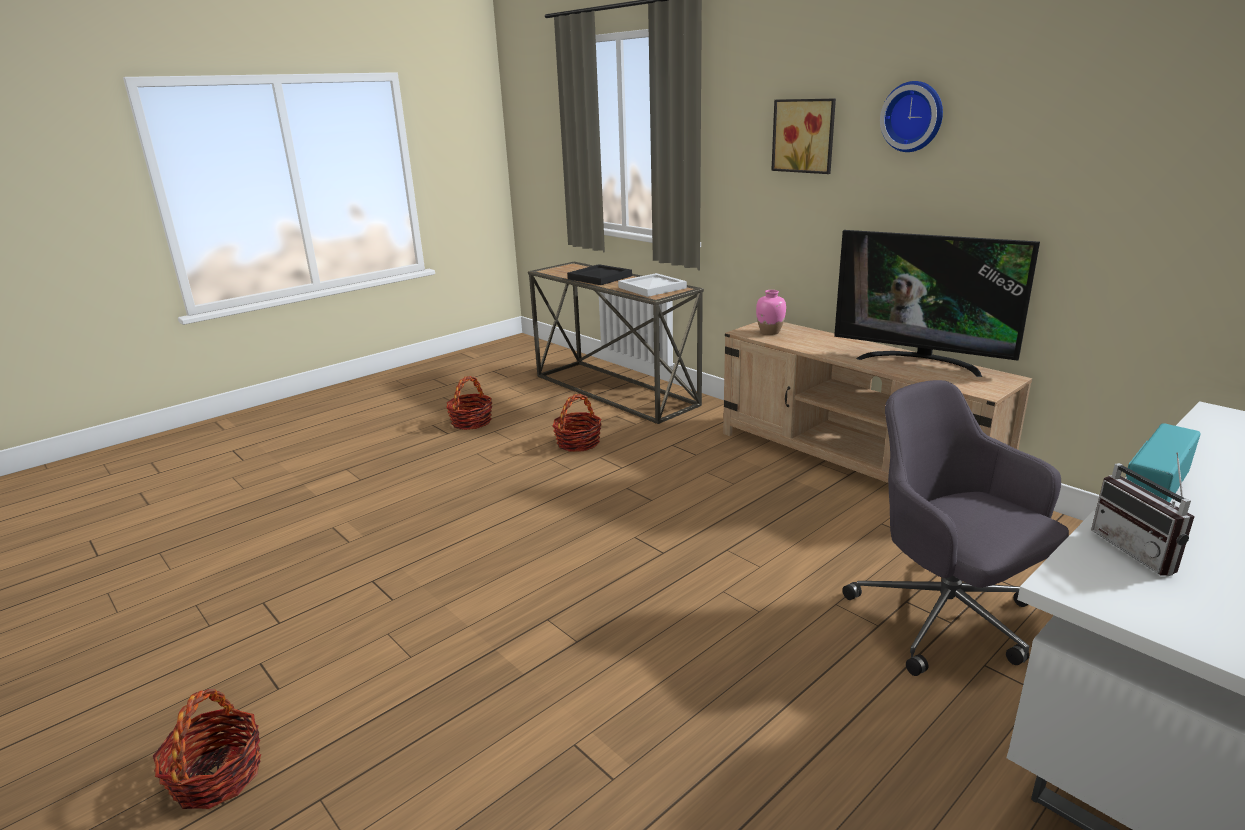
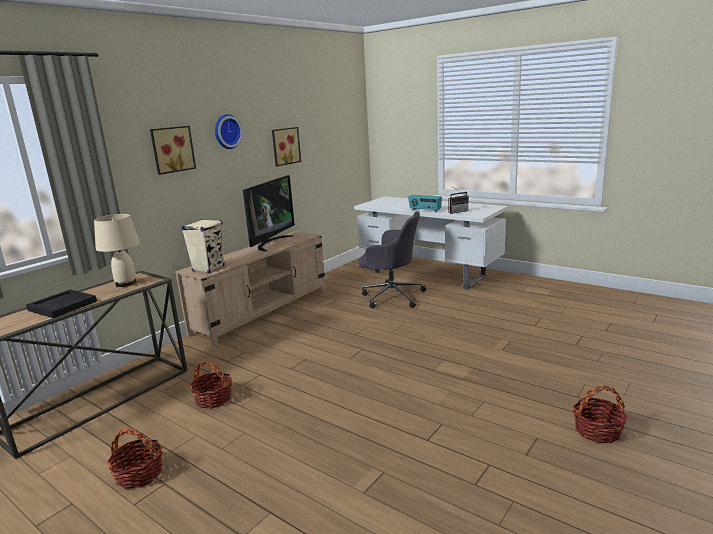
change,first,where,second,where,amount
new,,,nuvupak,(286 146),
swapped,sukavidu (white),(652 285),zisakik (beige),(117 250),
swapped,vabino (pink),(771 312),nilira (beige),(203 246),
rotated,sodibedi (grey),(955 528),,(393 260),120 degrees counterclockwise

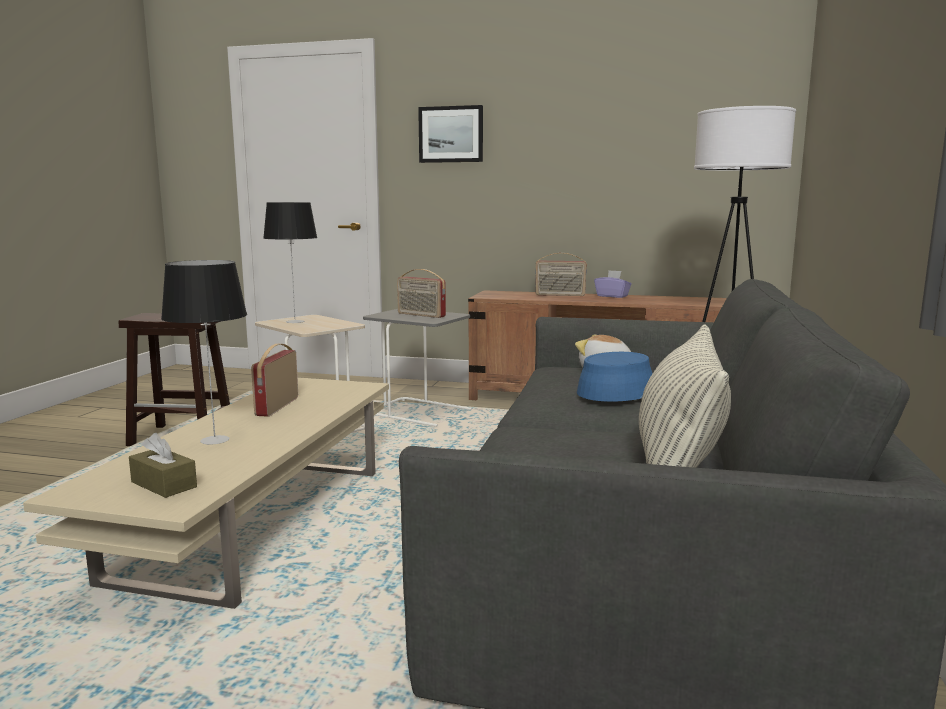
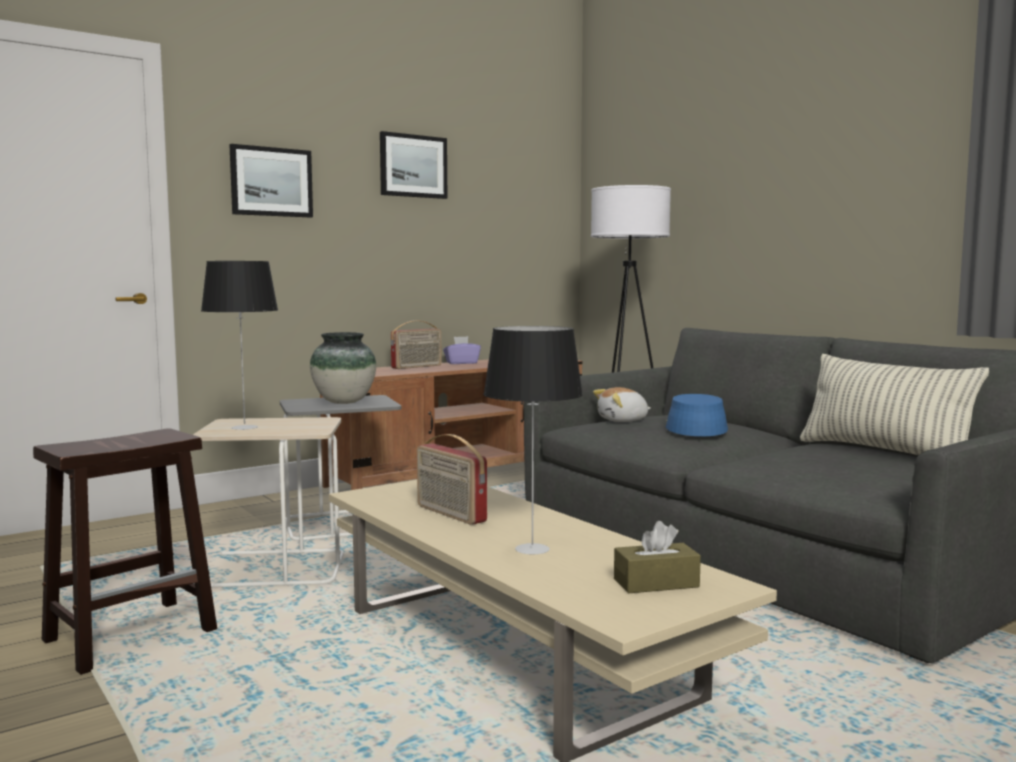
change,first,where,second,where,amount
new,,,nuvupak,(413 165),
swapped,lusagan,(421 293),vabino,(343 368),

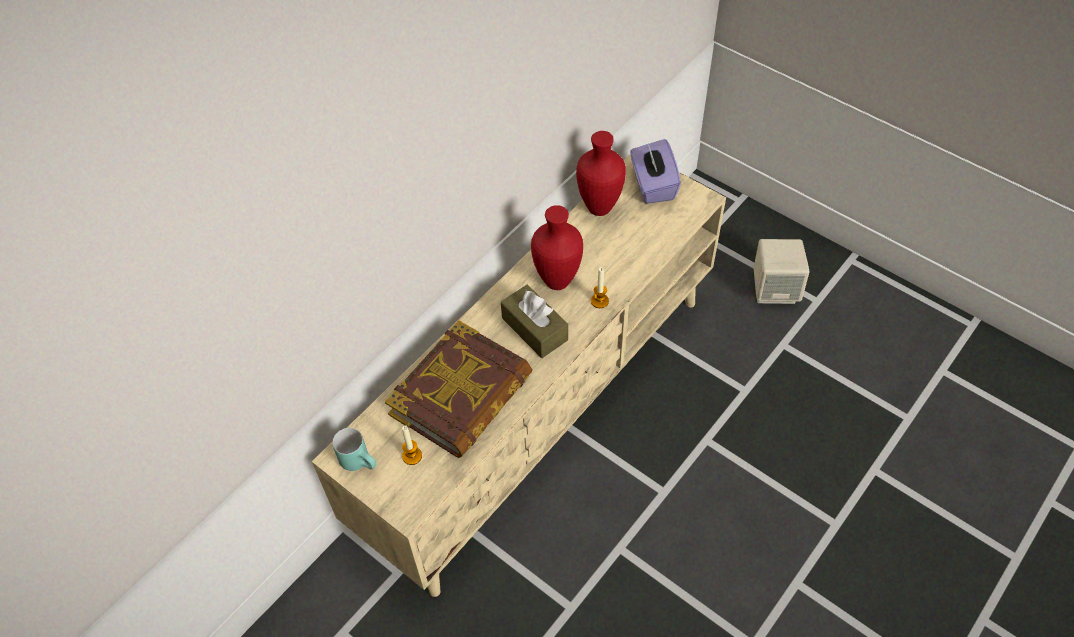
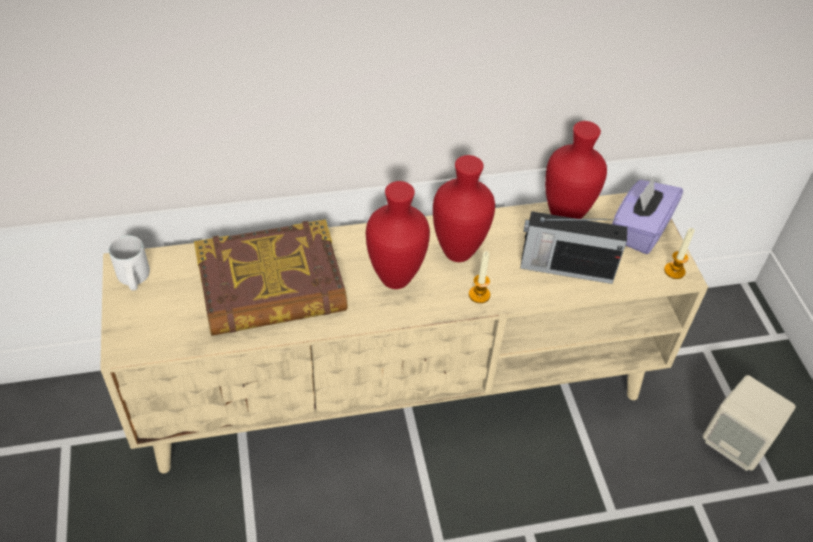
change,first,where,second,where,amount
new,,,lusagan,(573 247),
shifted,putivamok,(412 445),,(679 253),
swapped,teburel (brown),(534 321),vabino (red),(398 235),
repainted,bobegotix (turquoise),(354 449),bobegotix (white),(129 262),

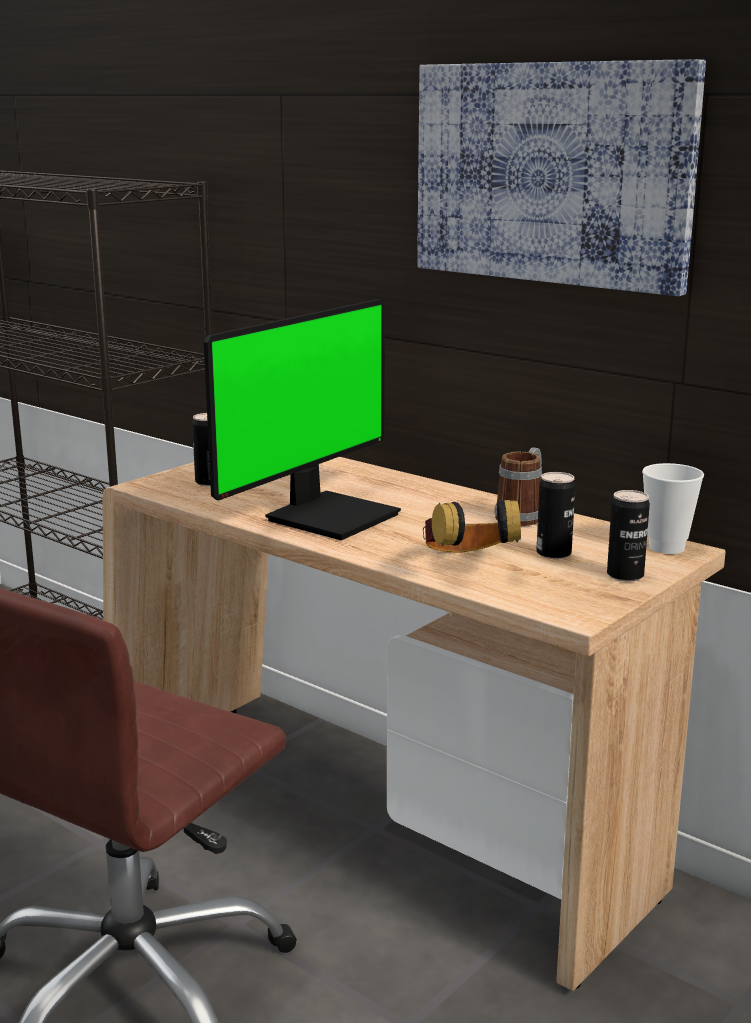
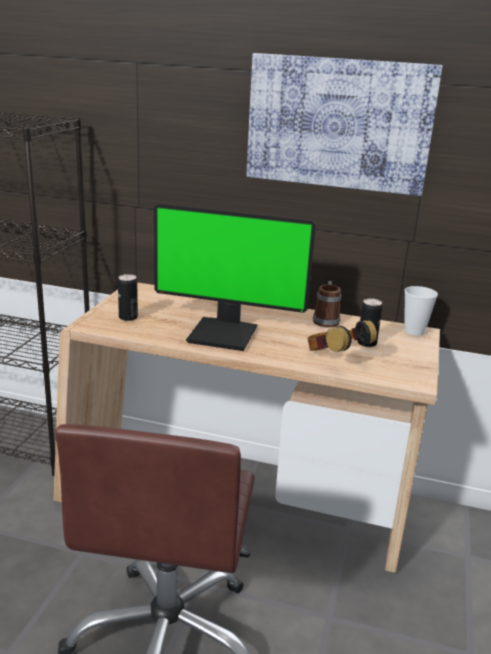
change,first,where,second,where,amount
gone,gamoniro,(628 536),,,
rotated,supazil,(302 419),,(235 277),90 degrees clockwise

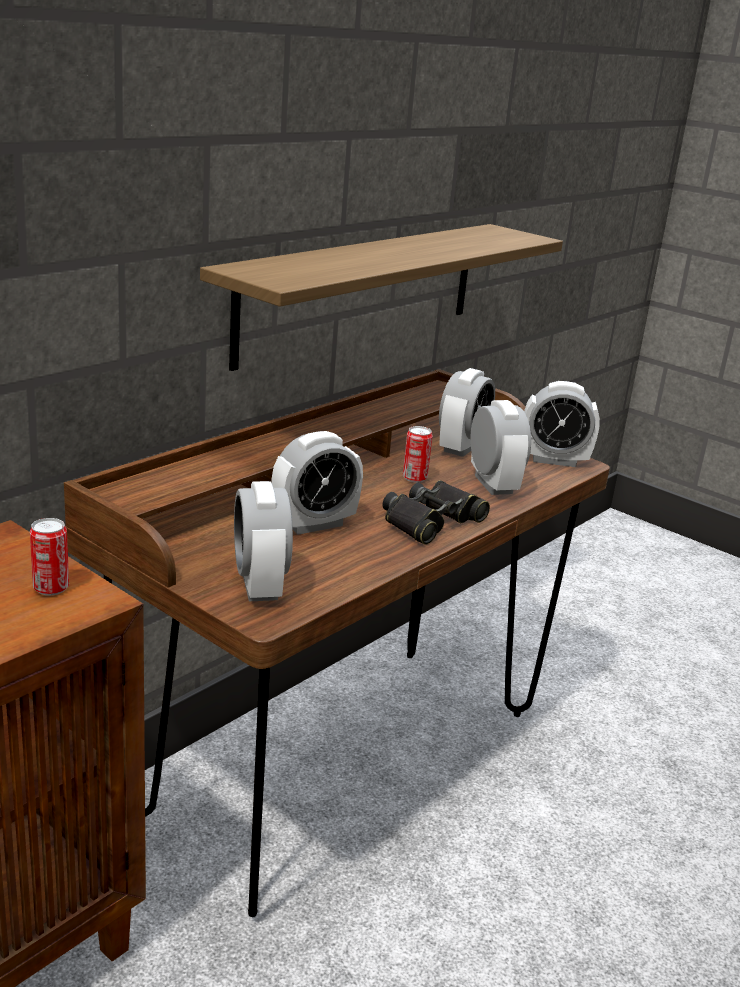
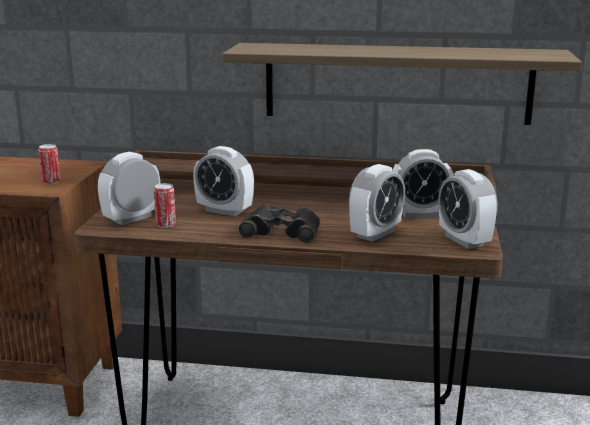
change,first,where,second,where,amount
shifted,gamoniro,(418 454),,(165 205),

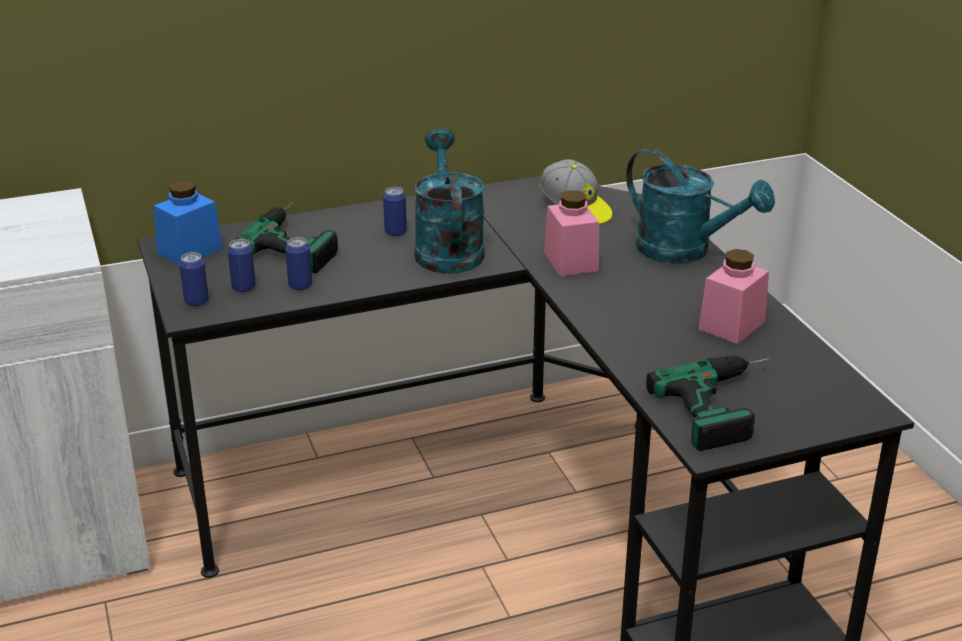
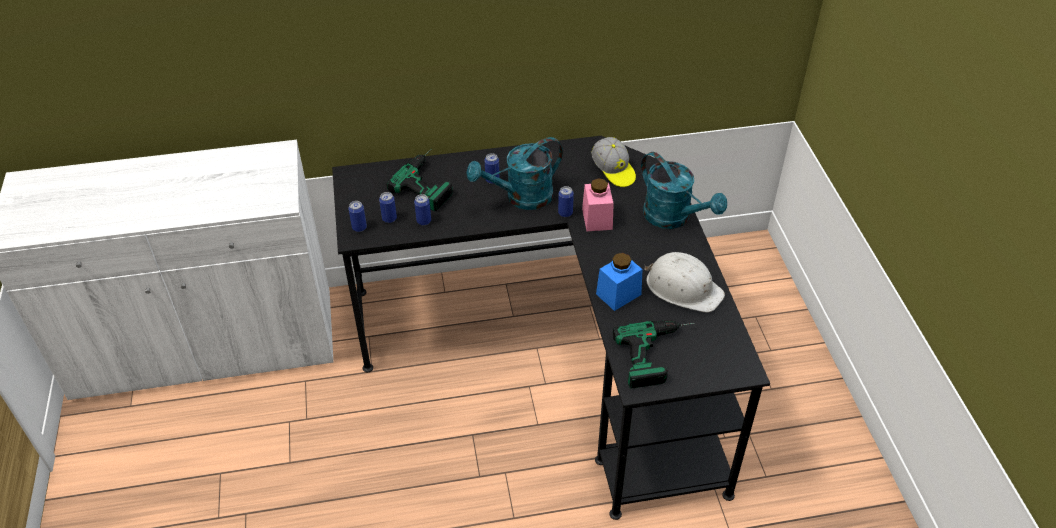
change,first,where,second,where,amount
new,,,gamoniro,(566 201),
shifted,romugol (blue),(188 222),,(619 282),
swapped,romugol (pink),(734 296),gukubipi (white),(684 282),
rotated,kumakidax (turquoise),(449 201),,(514 173),120 degrees counterclockwise

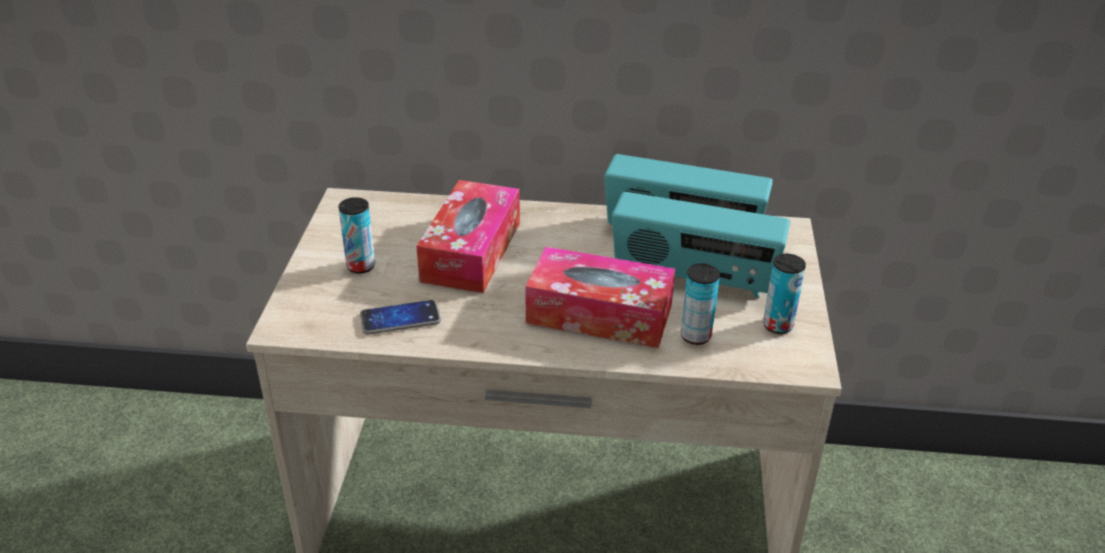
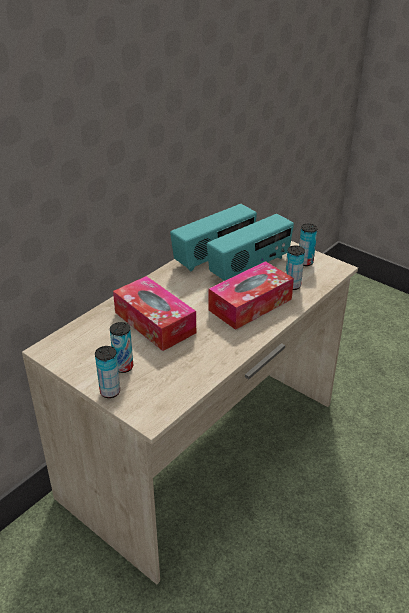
change,first,where,second,where,amount
gone,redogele,(400 317),,,
new,,,gamoniro,(107 372),

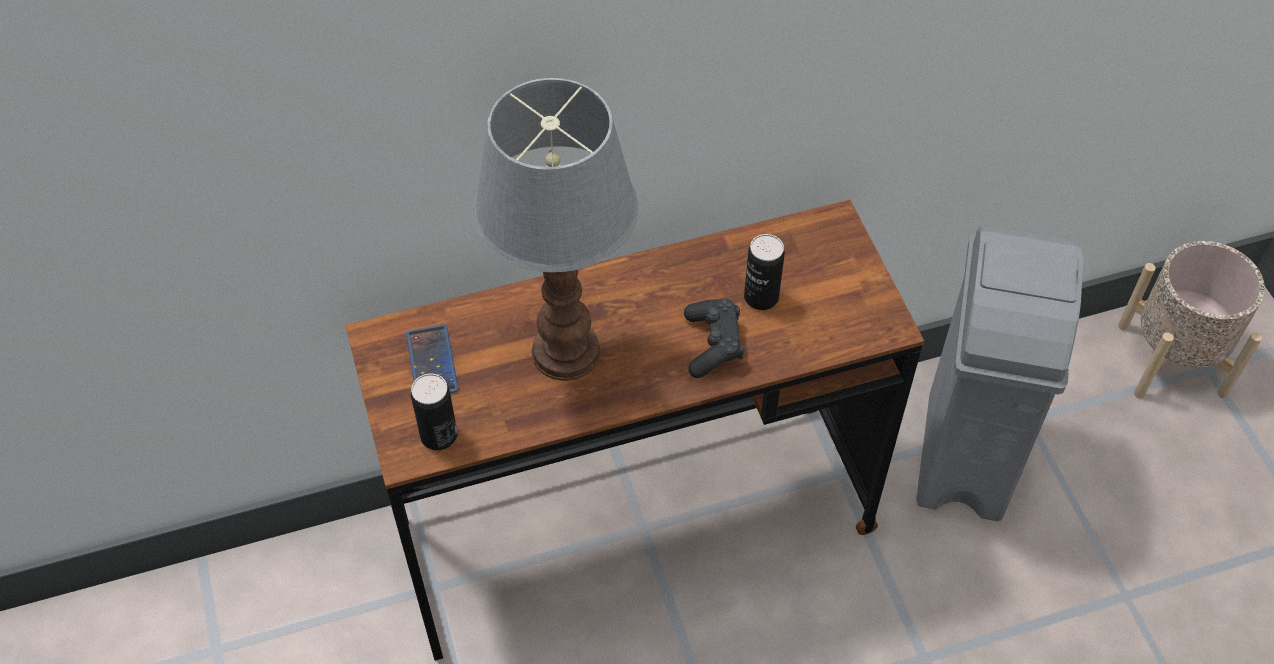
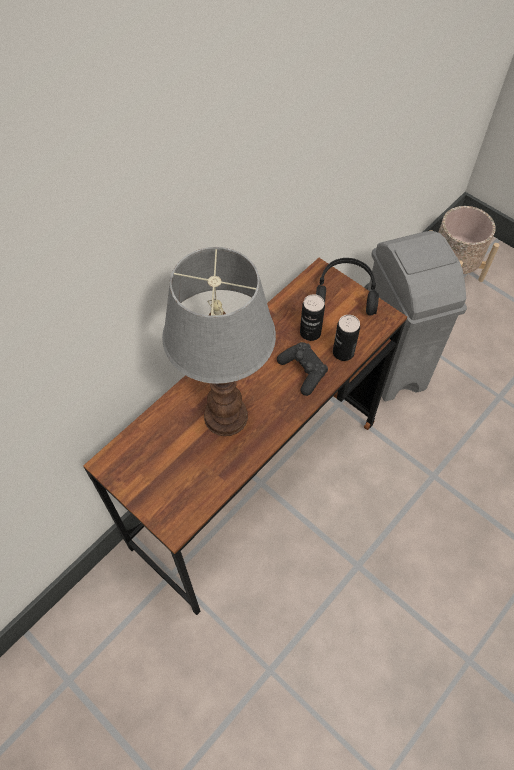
change,first,where,second,where,amount
gone,redogele,(432 359),,,
new,,,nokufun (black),(347 286),
shifted,gamoniro,(434 411),,(346 338),

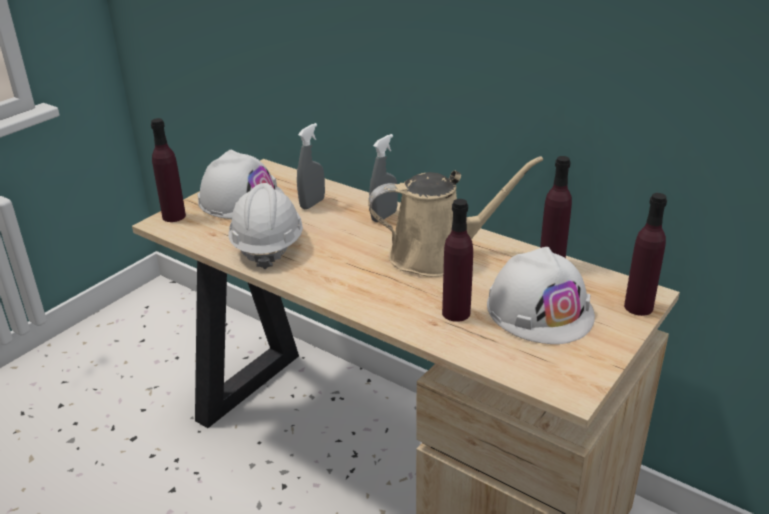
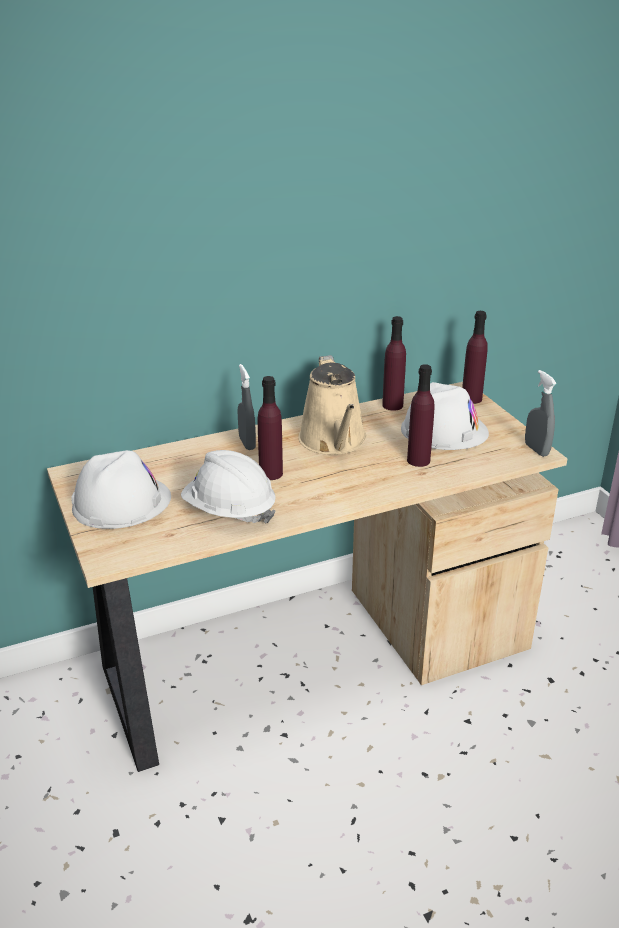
change,first,where,second,where,amount
shifted,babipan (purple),(168 170),,(270 428),
shifted,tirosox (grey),(311 166),,(541 413),
rotated,kumakidax (beige),(455 216),,(332 405),150 degrees clockwise

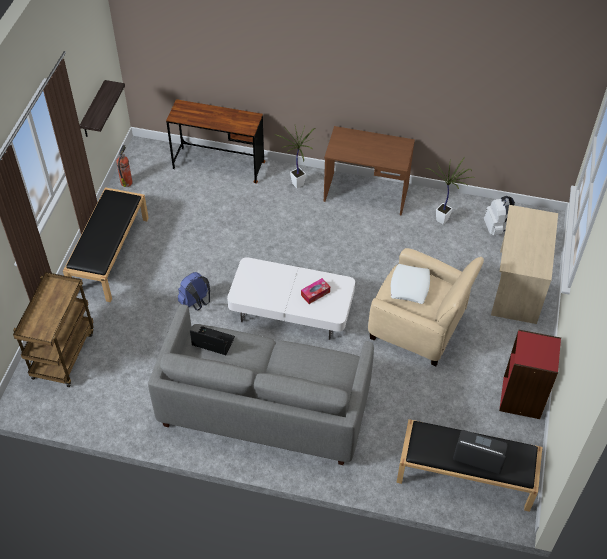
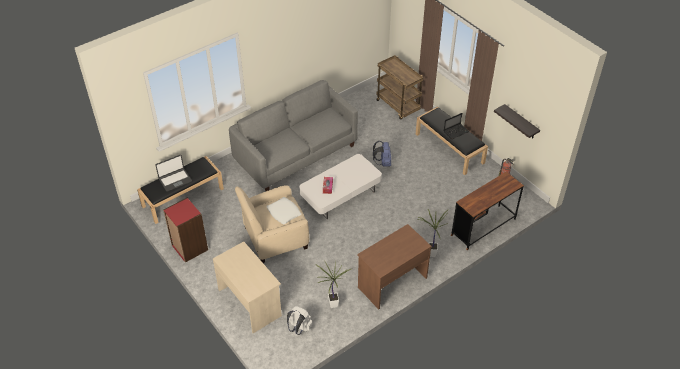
change,first,where,second,where,amount
shifted,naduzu,(212 340),,(456 126),

